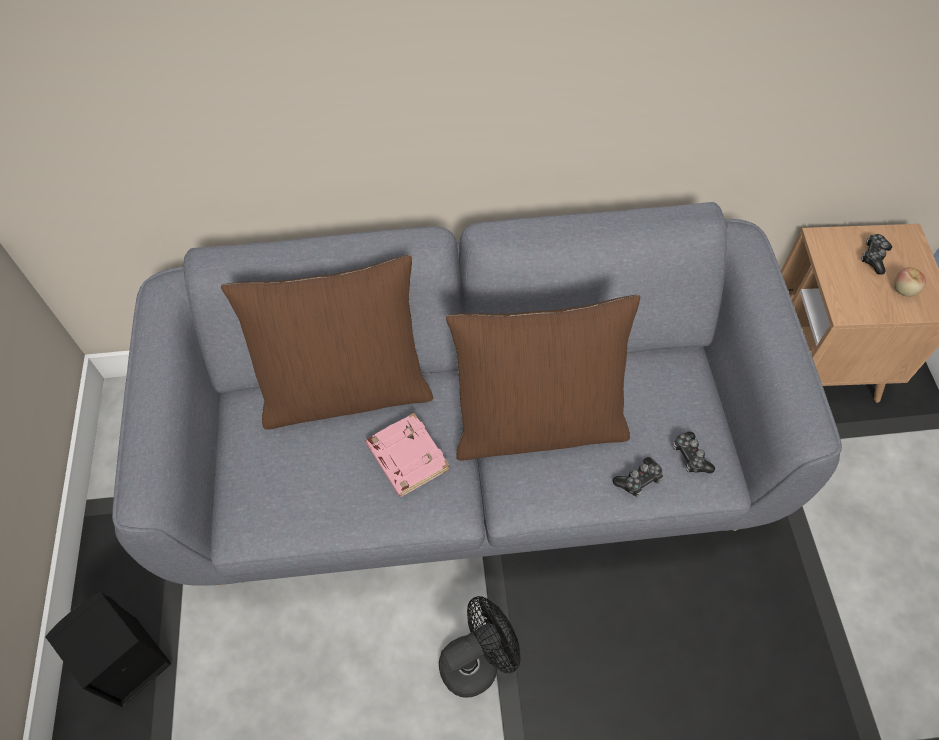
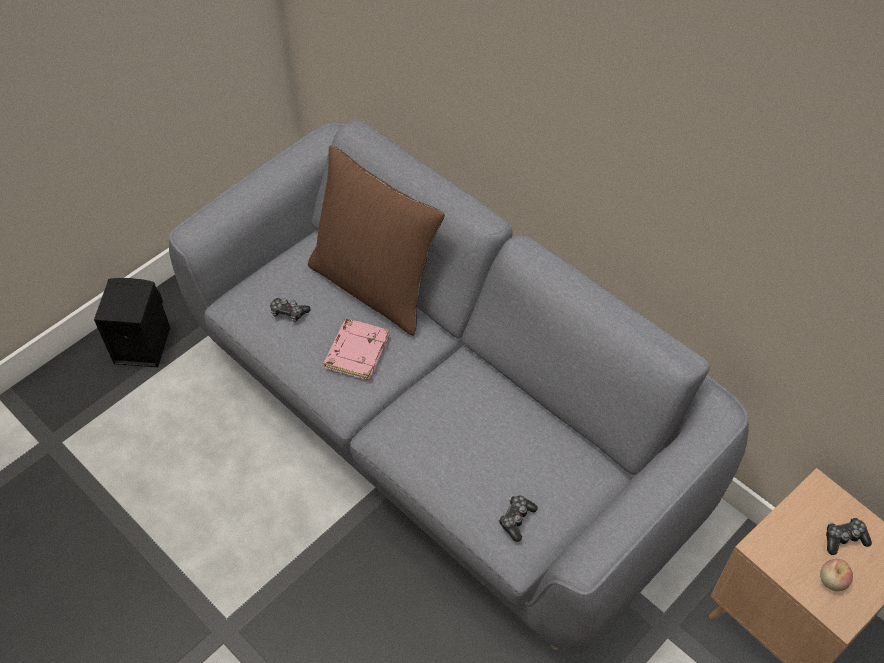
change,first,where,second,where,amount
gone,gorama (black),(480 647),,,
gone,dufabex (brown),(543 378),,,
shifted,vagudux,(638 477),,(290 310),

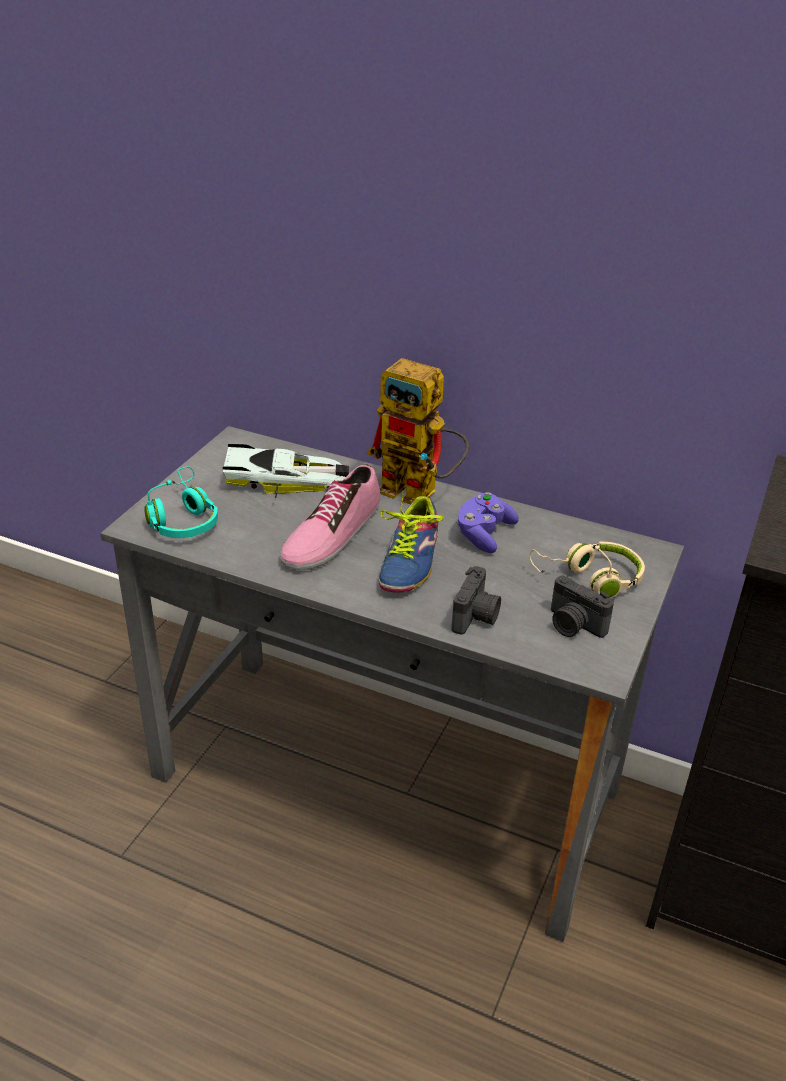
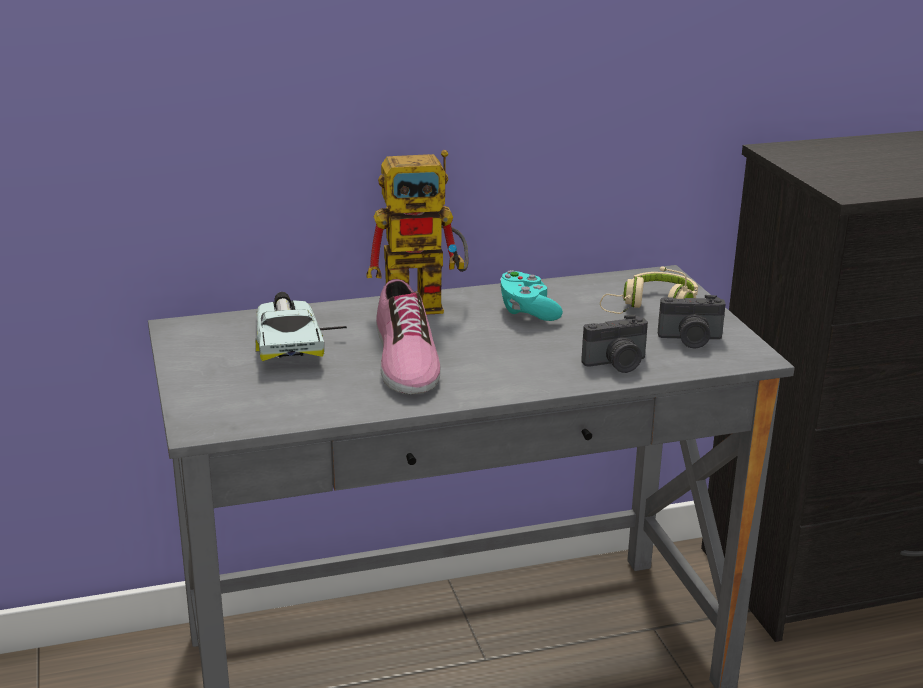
change,first,where,second,where,amount
gone,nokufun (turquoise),(181 502),,,
gone,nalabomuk,(411 542),,,
repainted,vagudux (purple),(487 522),vagudux (turquoise),(531 295),
rotated,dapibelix,(286 471),,(301 326),60 degrees counterclockwise
rotated,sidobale,(476 600),,(614 343),90 degrees clockwise

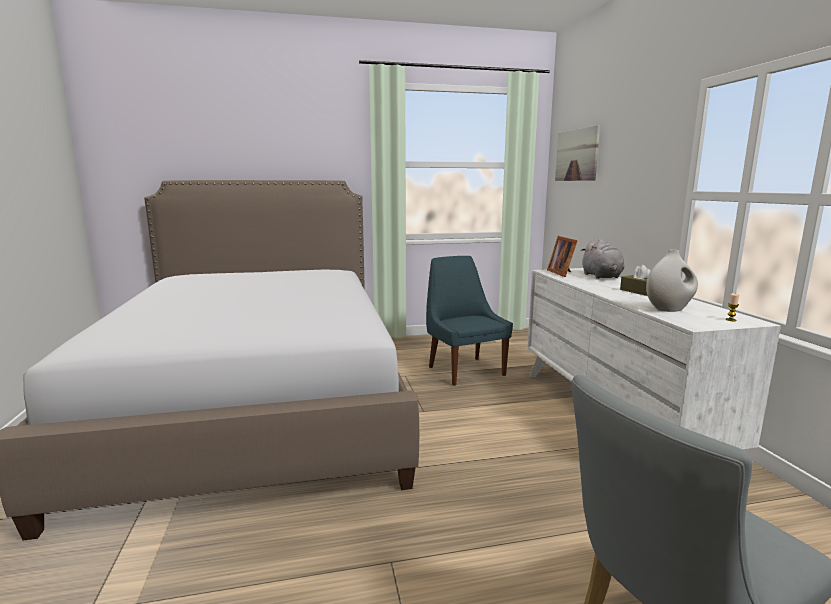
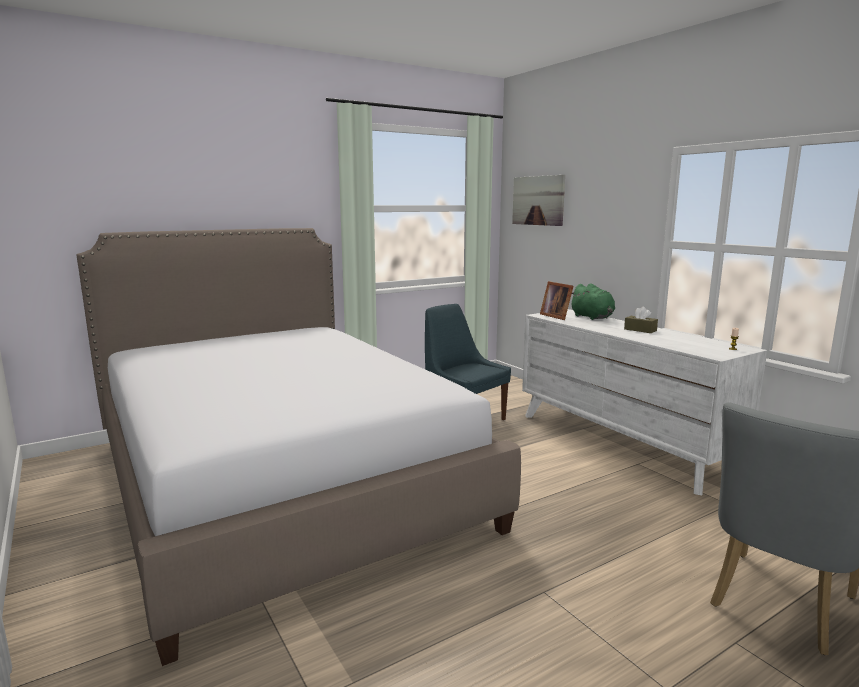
change,first,where,second,where,amount
gone,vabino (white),(672 281),,,
repainted,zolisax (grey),(602 259),zolisax (green),(593 302),

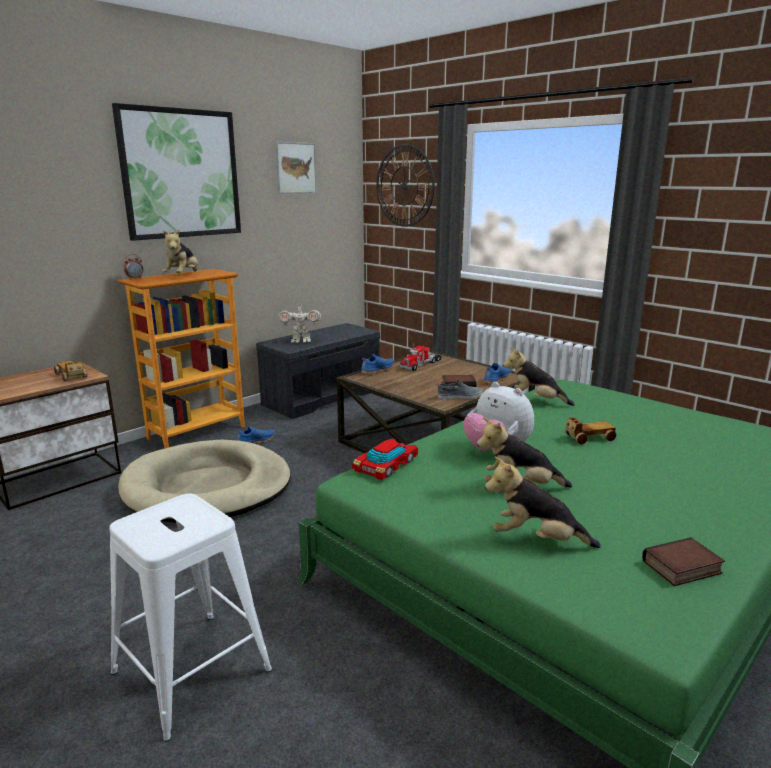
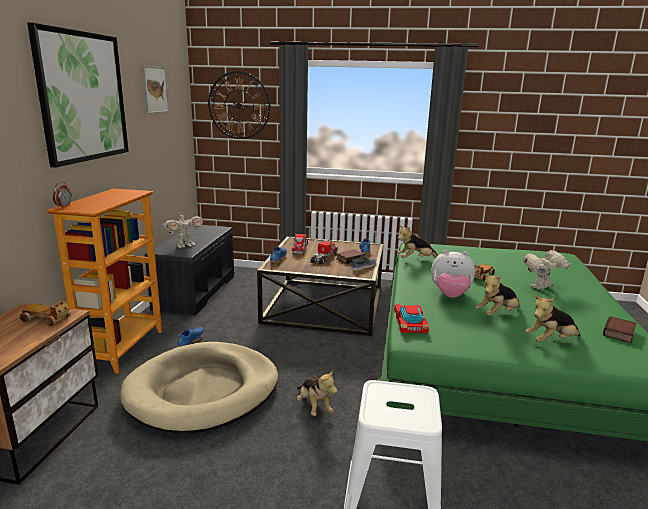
change,first,where,second,where,amount
new,,,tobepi,(324 252),
new,,,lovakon,(547 269),
shifted,zolisax,(180 251),,(317 393),

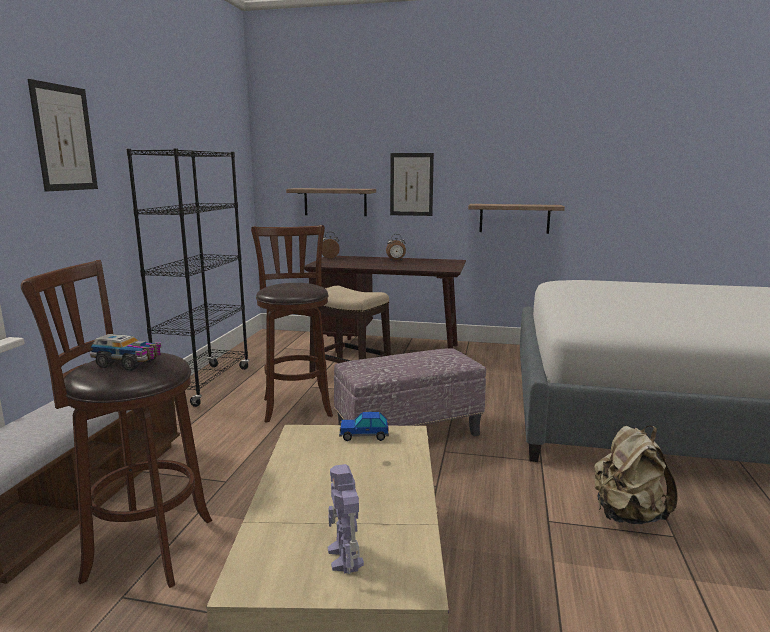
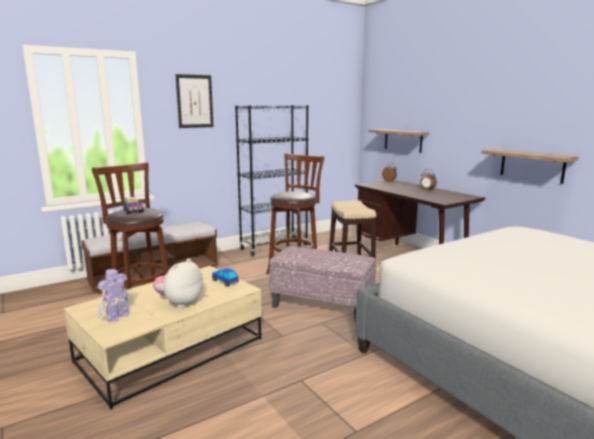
change,first,where,second,where,amount
gone,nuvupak,(412 184),,,
gone,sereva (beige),(636 474),,,
new,,,zolisax,(178 283),

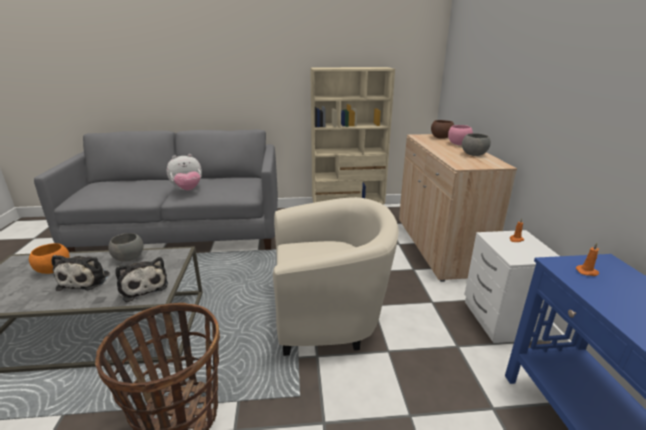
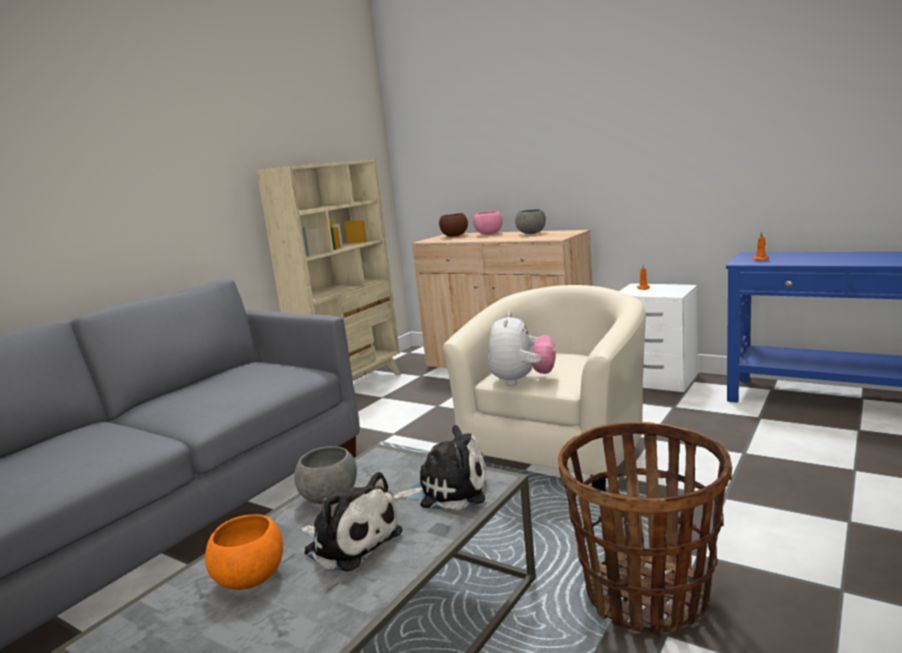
change,first,where,second,where,amount
shifted,zolisax,(184 172),,(522 349),

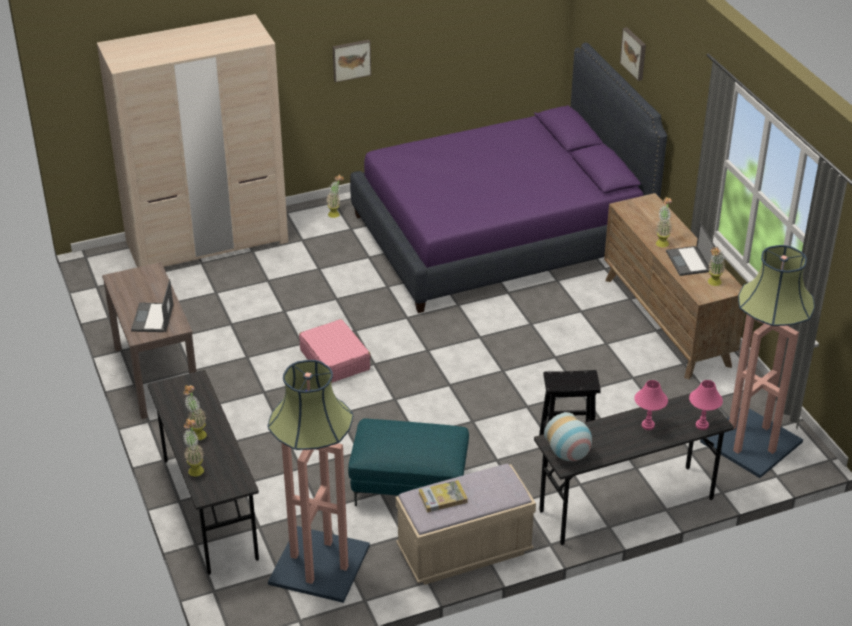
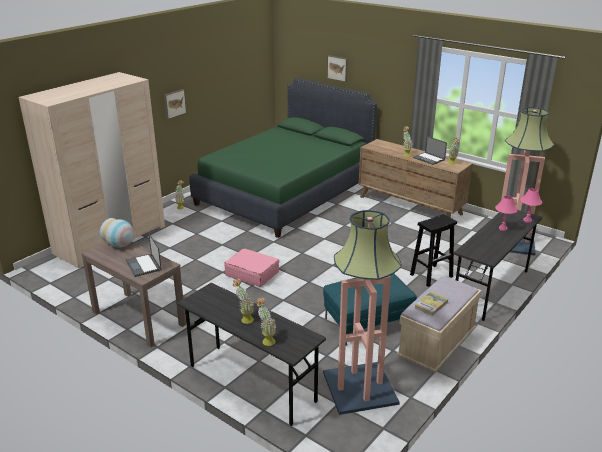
change,first,where,second,where,amount
shifted,vabino,(568 436),,(117 233),
repainted,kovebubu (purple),(508 178),kovebubu (green),(283 158),

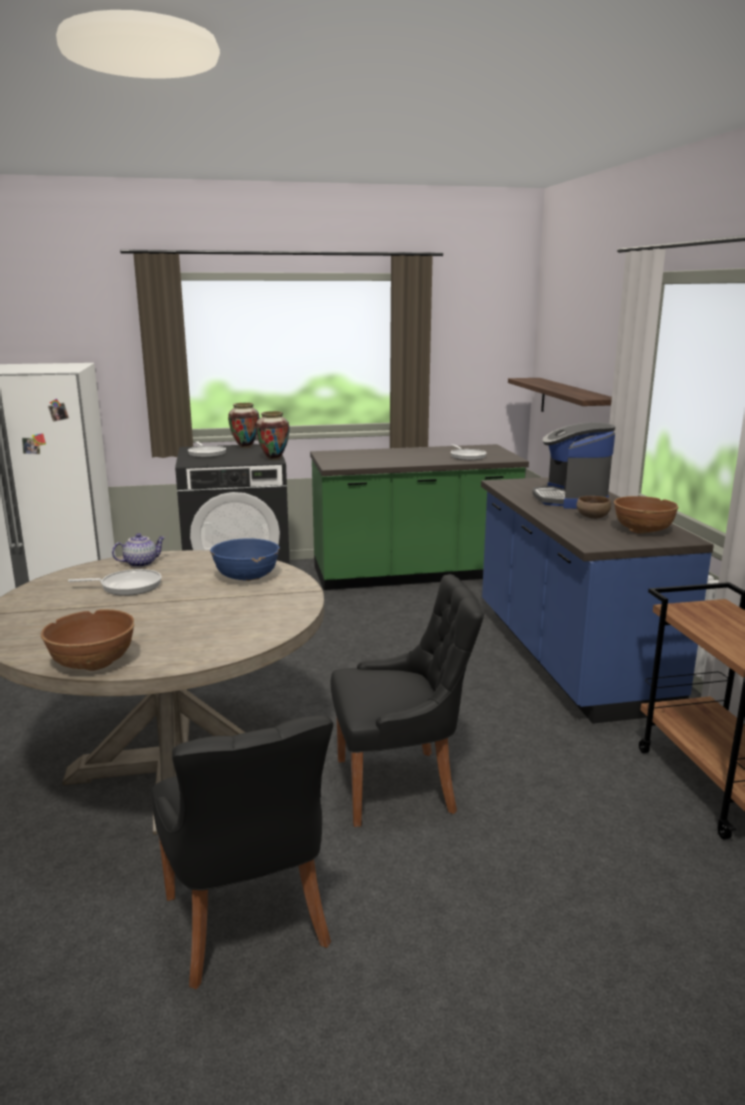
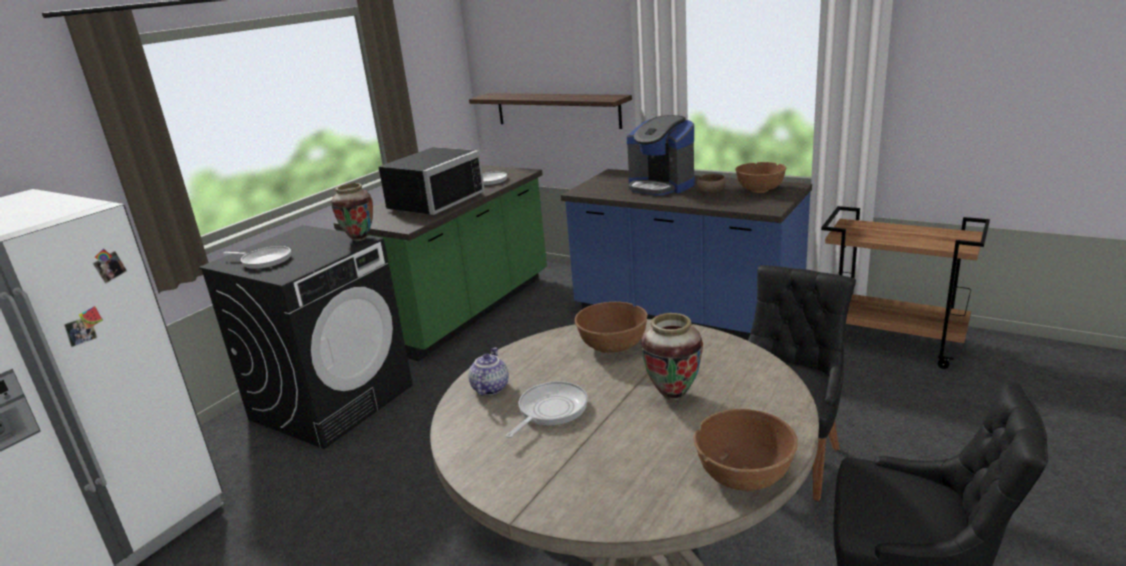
change,first,where,second,where,amount
new,,,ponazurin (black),(431 181),
shifted,vabino,(244 425),,(672 356),
repainted,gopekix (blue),(245 559),gopekix (brown),(611 327),

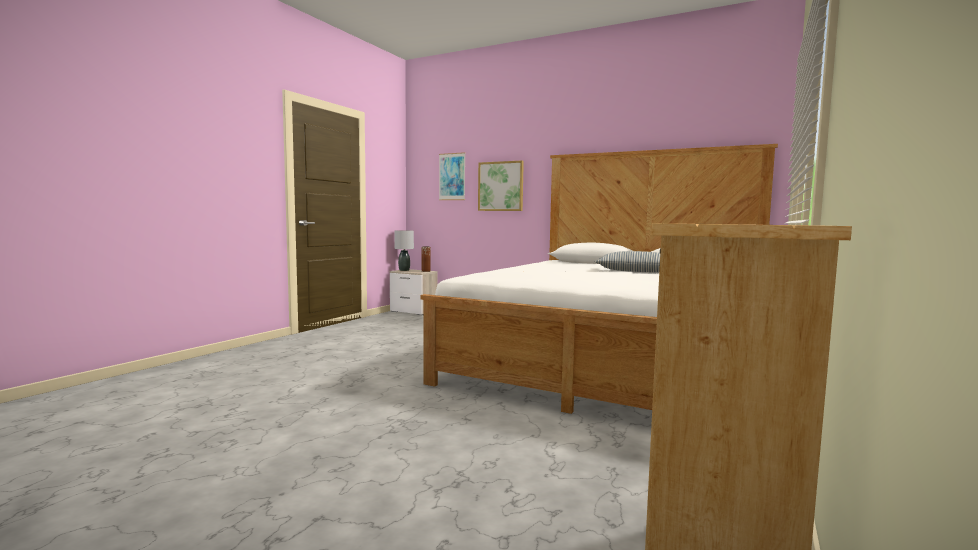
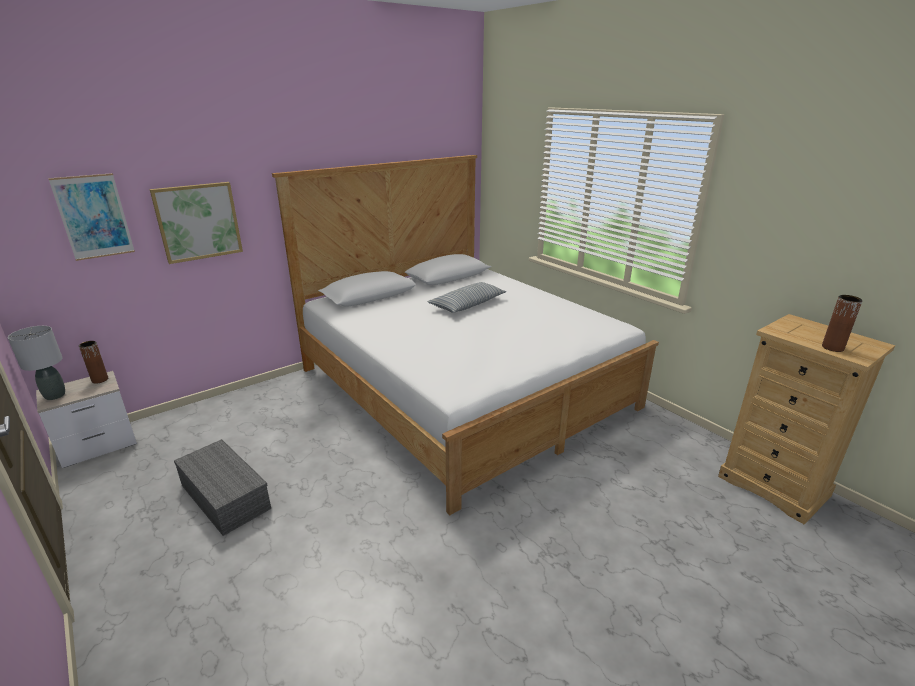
change,first,where,second,where,amount
new,,,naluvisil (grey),(222 487),
new,,,vabino (brown),(842 323),

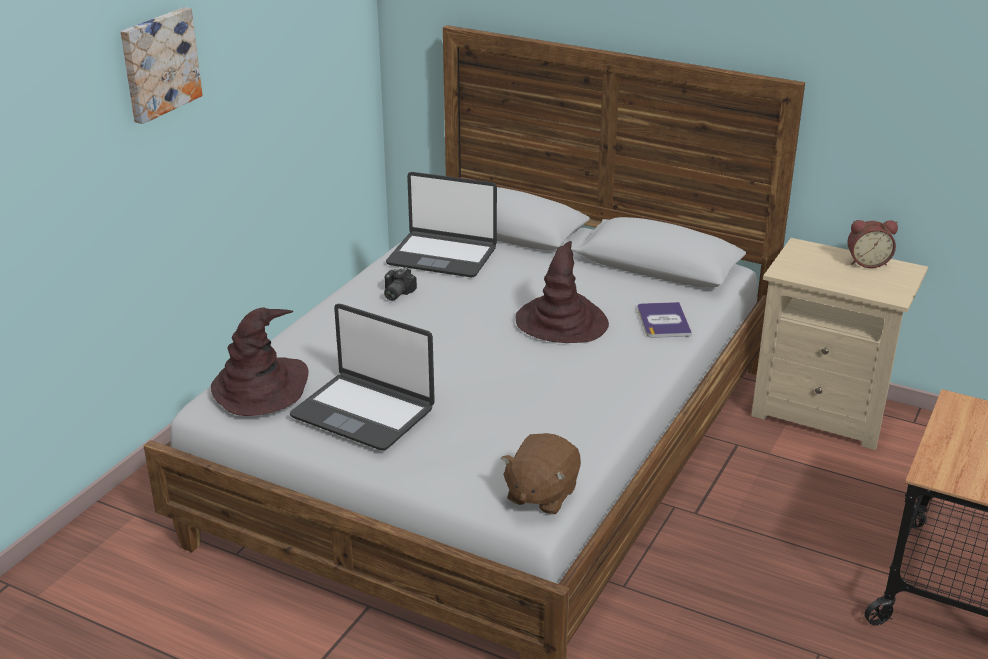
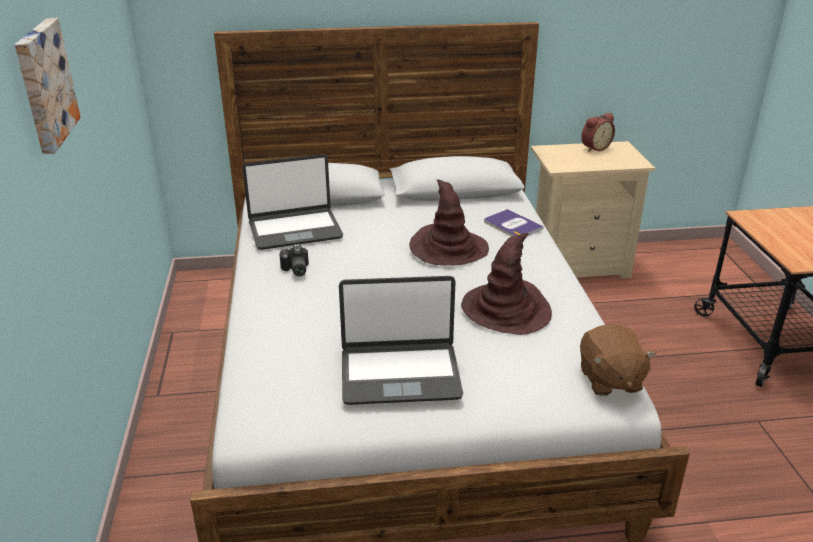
change,first,where,second,where,amount
shifted,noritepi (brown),(259 361),,(506 284),

